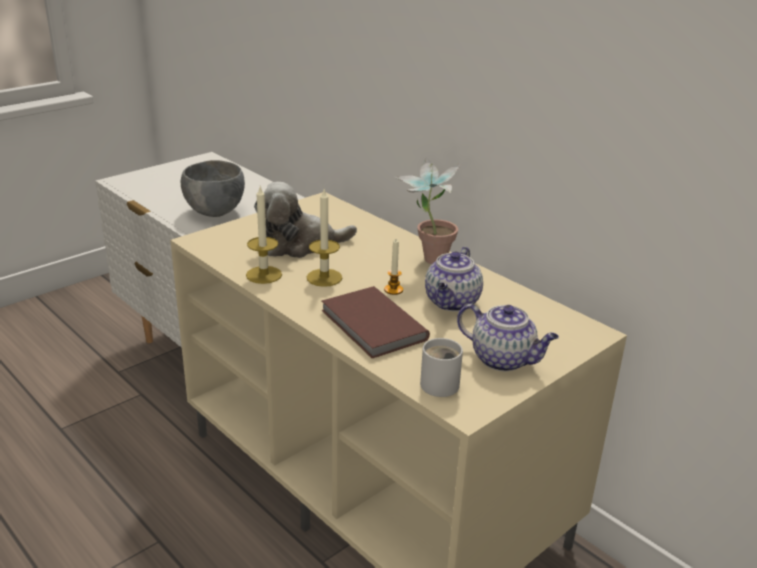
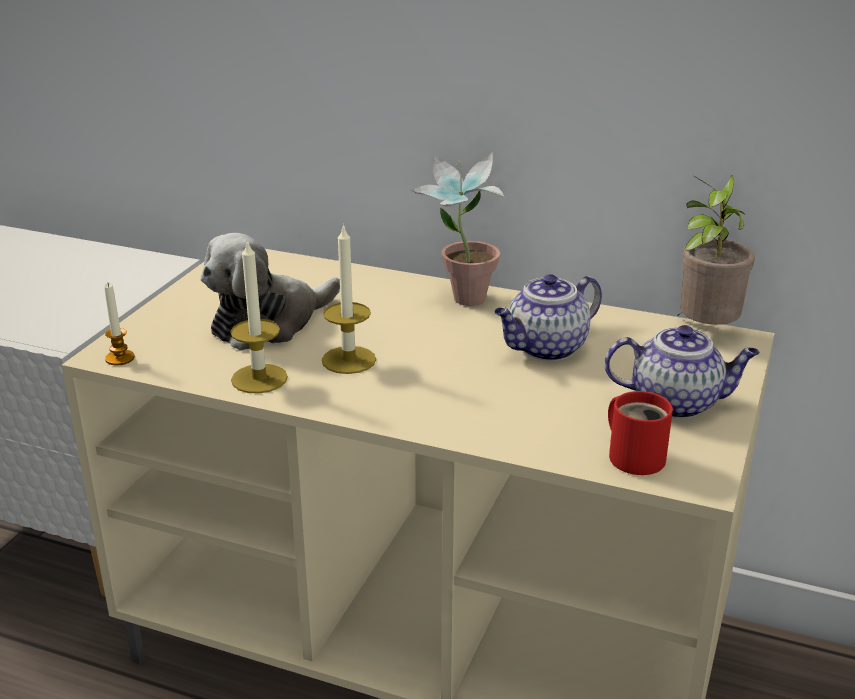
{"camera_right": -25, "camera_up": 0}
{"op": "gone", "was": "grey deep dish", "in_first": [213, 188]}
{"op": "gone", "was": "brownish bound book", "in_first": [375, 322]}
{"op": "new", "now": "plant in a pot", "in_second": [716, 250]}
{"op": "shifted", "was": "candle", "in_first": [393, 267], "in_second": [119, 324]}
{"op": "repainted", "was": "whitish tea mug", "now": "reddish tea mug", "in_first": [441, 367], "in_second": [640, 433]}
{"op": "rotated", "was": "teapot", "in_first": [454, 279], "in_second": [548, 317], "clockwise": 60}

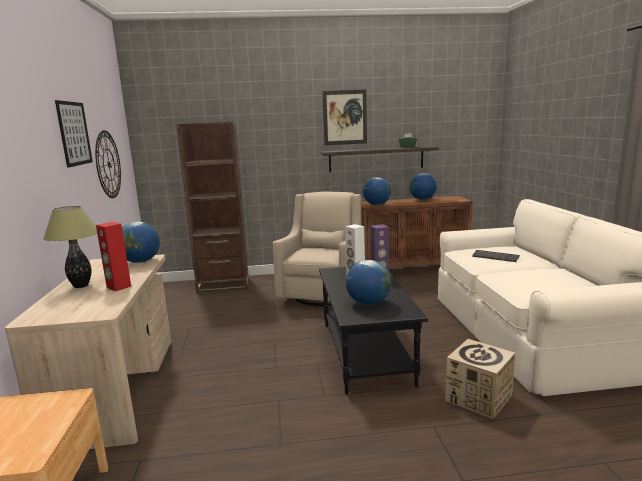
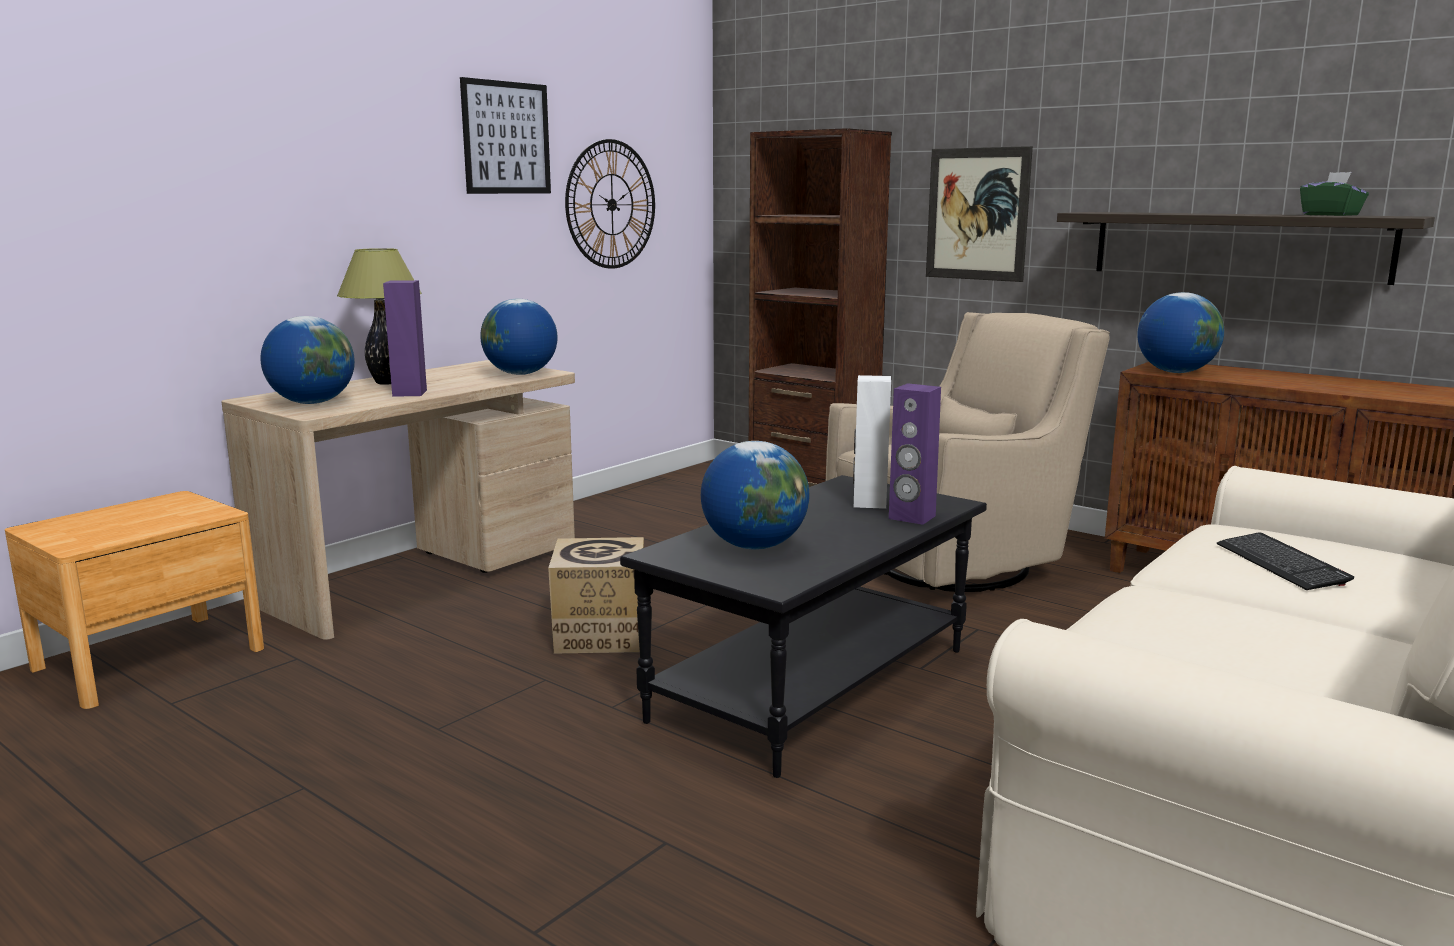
{"camera_right": 45, "camera_up": 0}
{"op": "shifted", "was": "wall art", "in_first": [344, 117], "in_second": [979, 214]}
{"op": "shifted", "was": "globe", "in_first": [423, 186], "in_second": [307, 360]}
{"op": "shifted", "was": "cardboard box", "in_first": [480, 379], "in_second": [596, 595]}
{"op": "repainted", "was": "reddish audio speaker", "now": "purple-coloured audio speaker", "in_first": [113, 257], "in_second": [405, 338]}

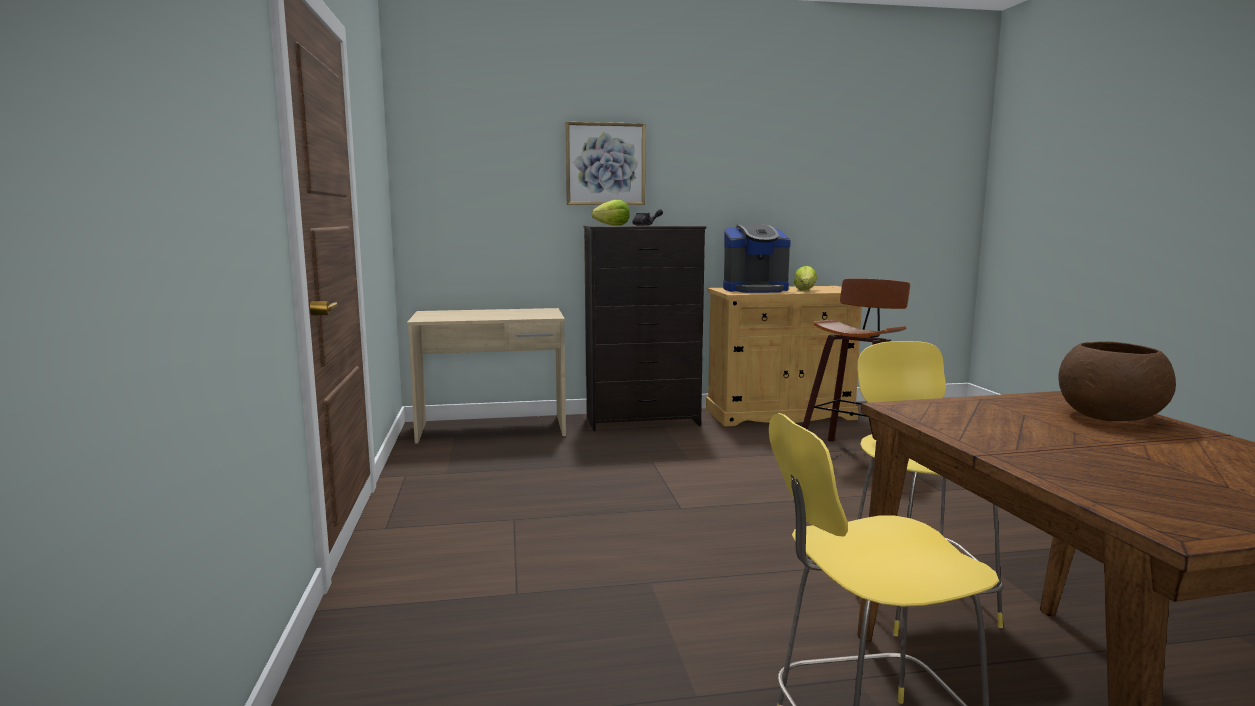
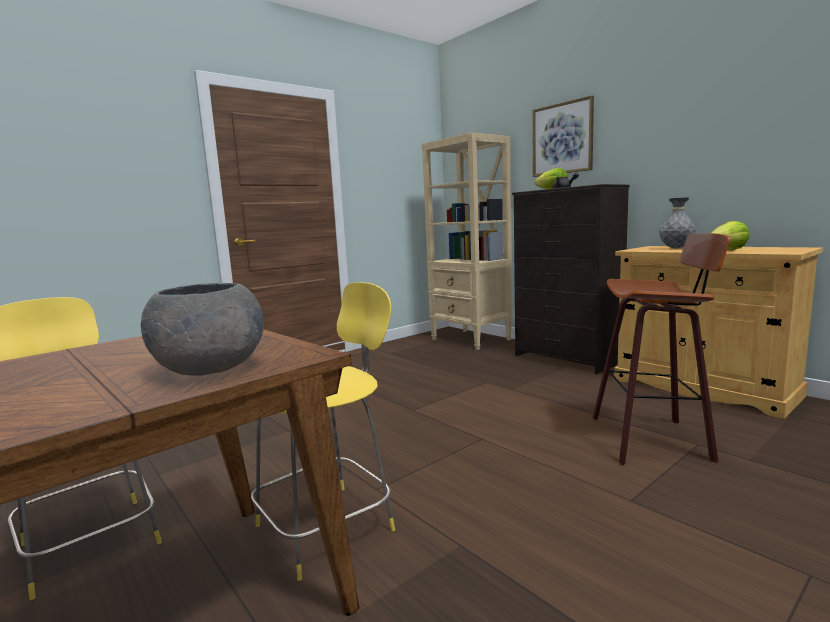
{"camera_right": 60, "camera_up": 0}
{"op": "swapped", "was": "sand-coloured desk table", "now": "sand-coloured bookshelf", "in_first": [486, 376], "in_second": [467, 241]}
{"op": "swapped", "was": "coffee machine", "now": "grey vase", "in_first": [757, 259], "in_second": [677, 223]}
{"op": "repainted", "was": "brownish deep dish", "now": "grey deep dish", "in_first": [1117, 381], "in_second": [202, 329]}

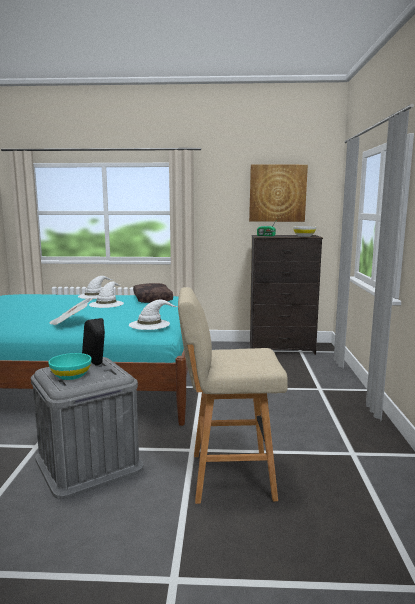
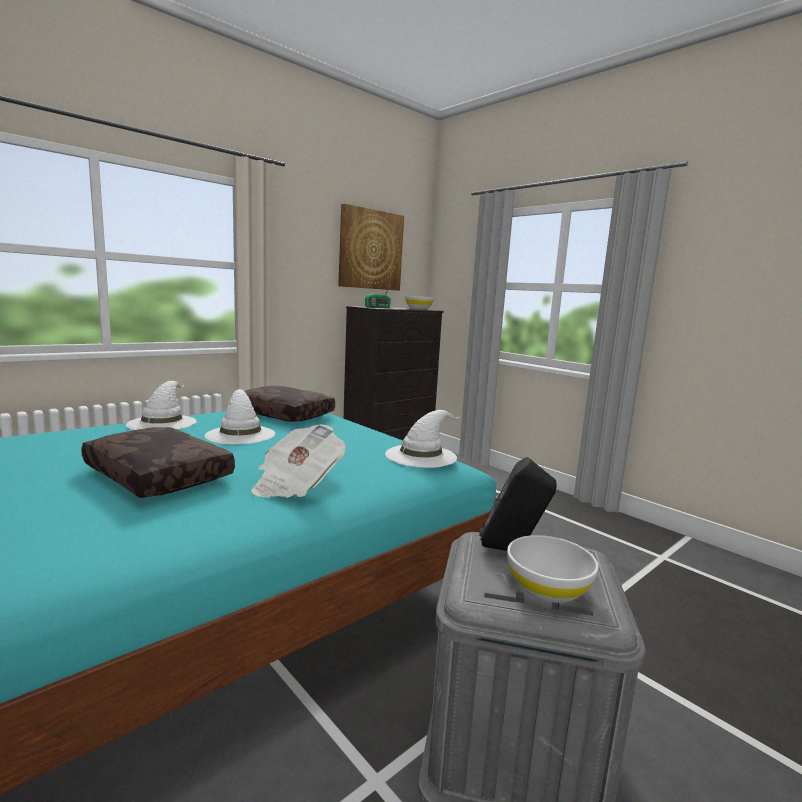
{"camera_right": -45, "camera_up": 0}
{"op": "gone", "was": "sand-coloured stool", "in_first": [233, 395]}
{"op": "new", "now": "brownish throw pillow", "in_second": [158, 462]}
{"op": "repainted", "was": "blue-green deep dish", "now": "whitish deep dish", "in_first": [69, 366], "in_second": [553, 569]}

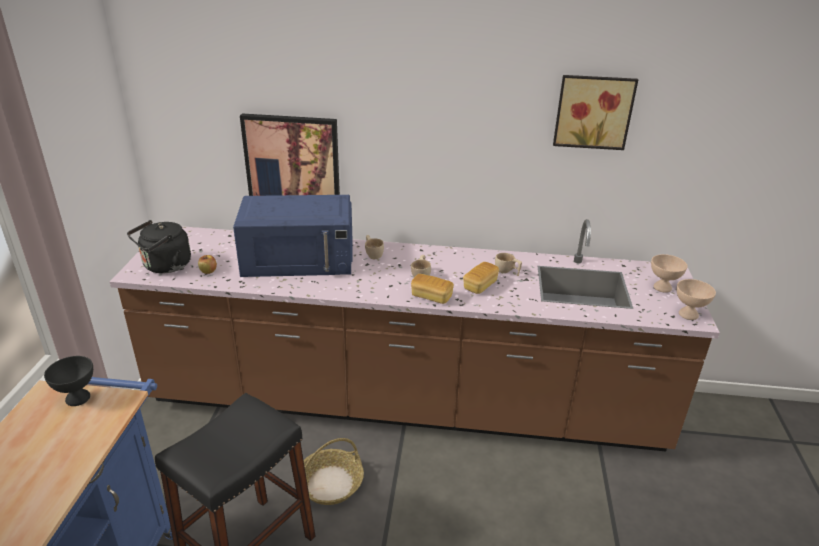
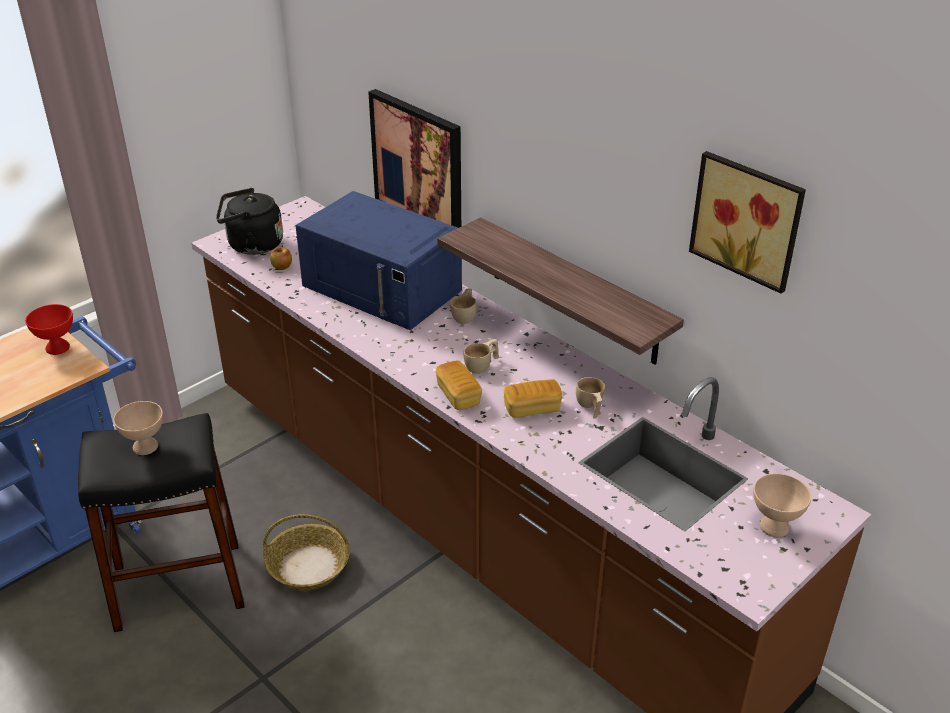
{"camera_right": 40, "camera_up": 5}
{"op": "new", "now": "bracket shelf", "in_second": [560, 290]}
{"op": "shifted", "was": "sand-coloured deep dish", "in_first": [696, 299], "in_second": [138, 428]}
{"op": "repainted", "was": "black-coloured deep dish", "now": "reddish deep dish", "in_first": [68, 381], "in_second": [49, 329]}

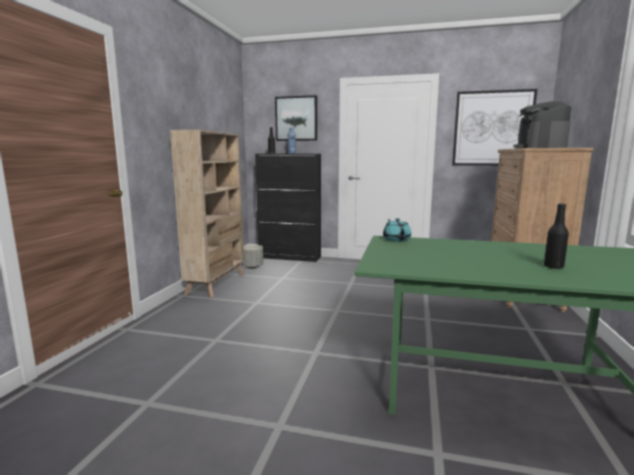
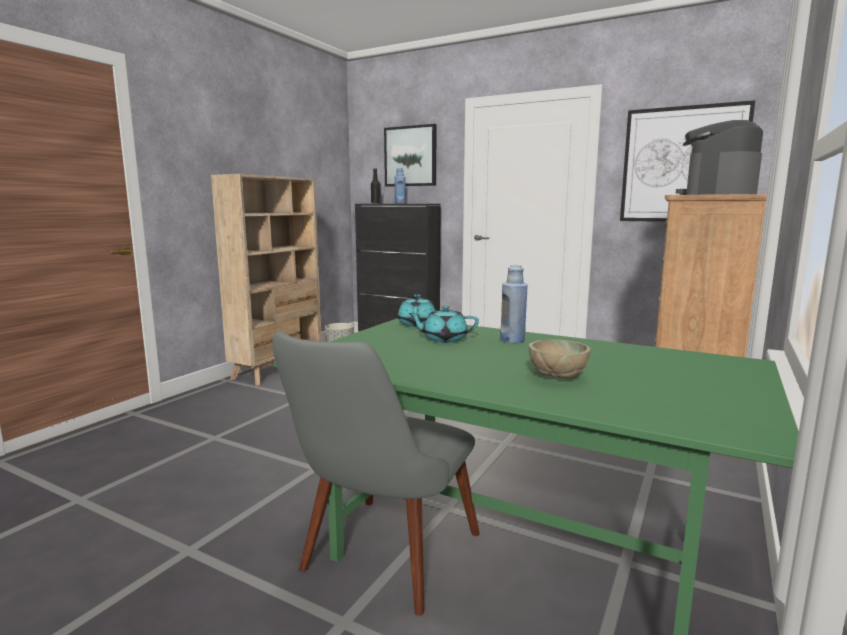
{"camera_right": 15, "camera_up": 0}
{"op": "new", "now": "grey chair", "in_second": [376, 473]}
{"op": "new", "now": "blue-green teapot", "in_second": [443, 324]}
{"op": "new", "now": "blue-coloured drink bottle", "in_second": [513, 304]}
{"op": "swapped", "was": "black-coloured drink bottle", "now": "sand-coloured deep dish", "in_first": [556, 236], "in_second": [559, 358]}

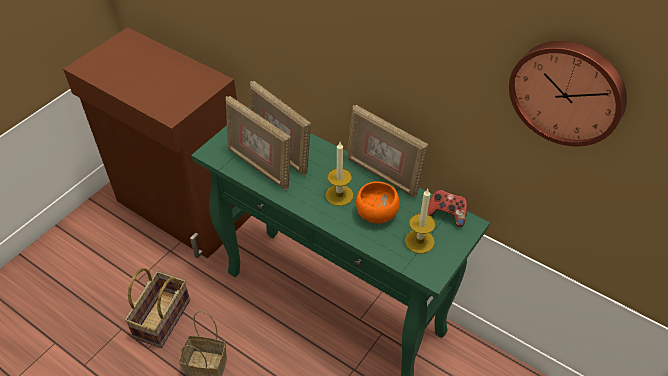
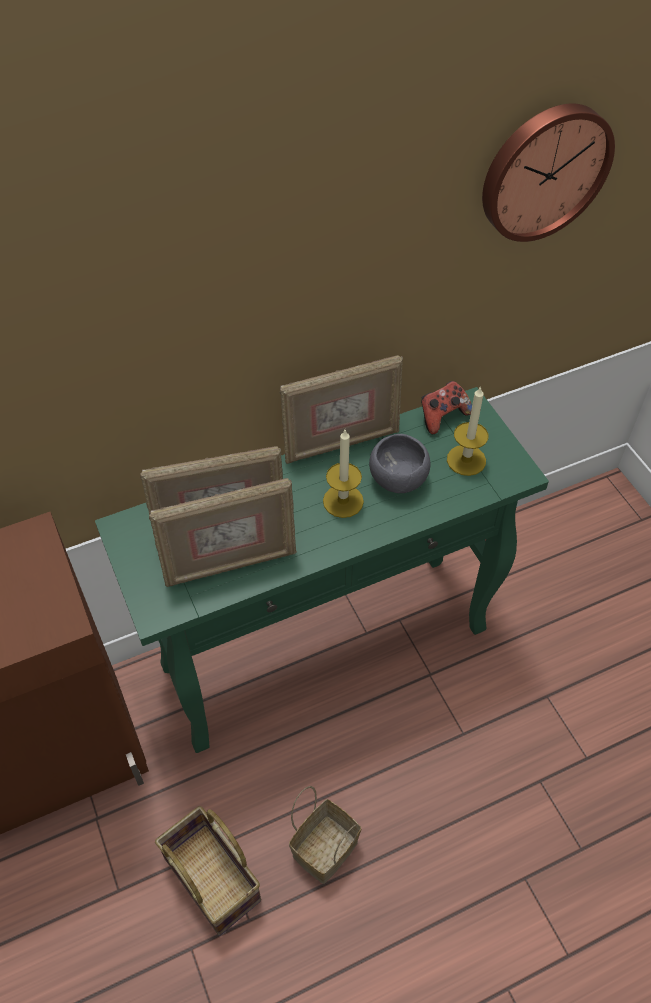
{"camera_right": -60, "camera_up": 5}
{"op": "repainted", "was": "orangey deep dish", "now": "grey deep dish", "in_first": [378, 202], "in_second": [400, 463]}

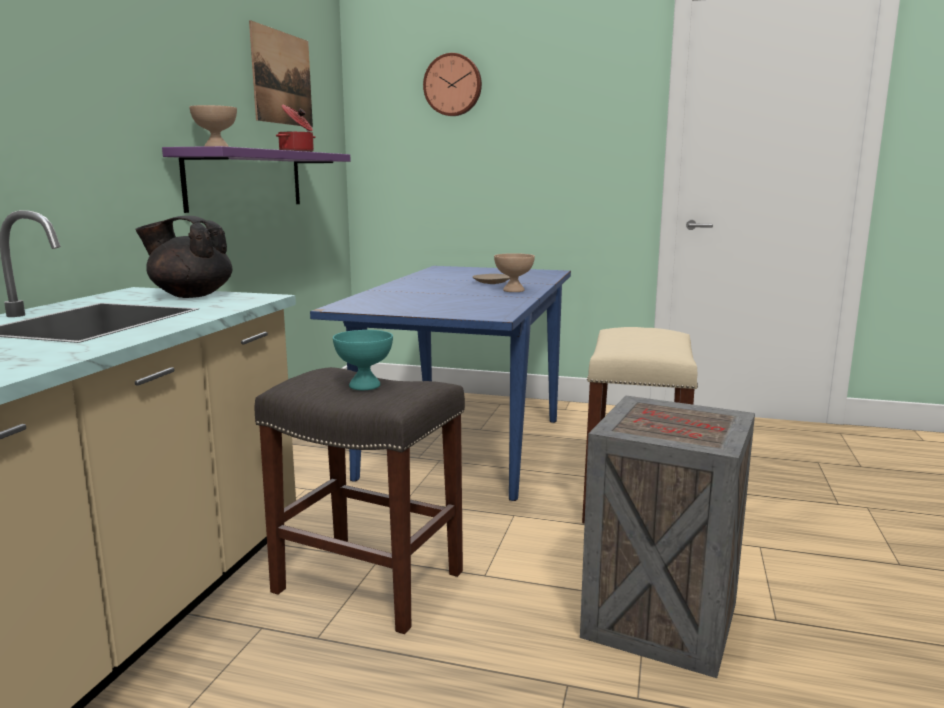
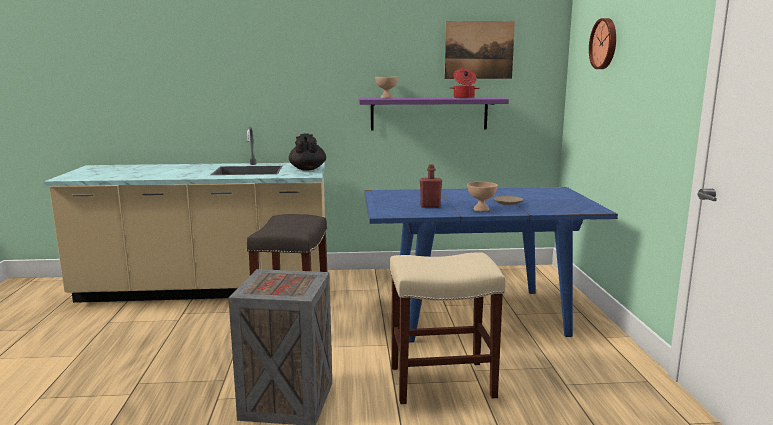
{"camera_right": 70, "camera_up": 0}
{"op": "gone", "was": "blue-green deep dish", "in_first": [363, 360]}
{"op": "new", "now": "reddish drink bottle", "in_second": [431, 186]}

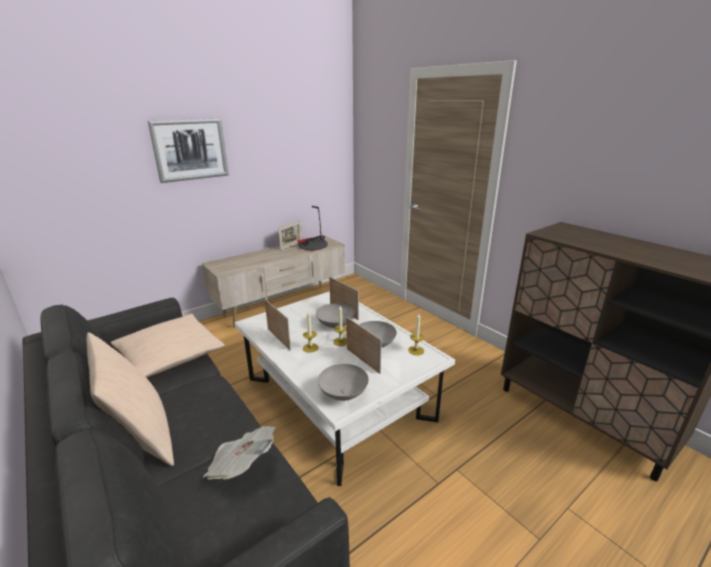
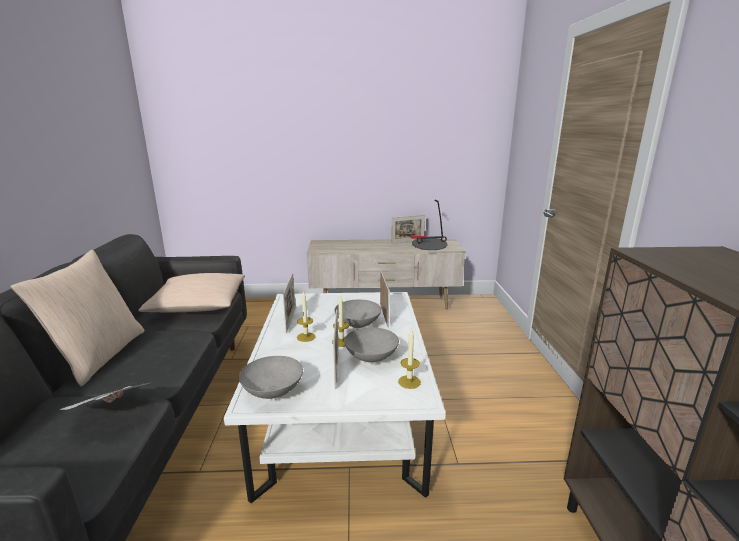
{"camera_right": 35, "camera_up": -5}
{"op": "gone", "was": "wall art", "in_first": [188, 151]}

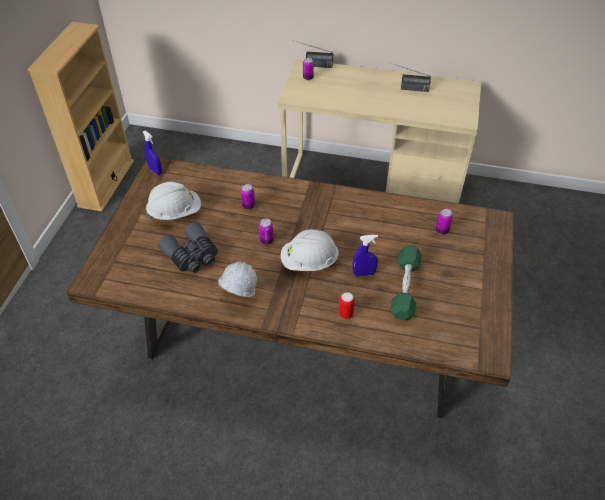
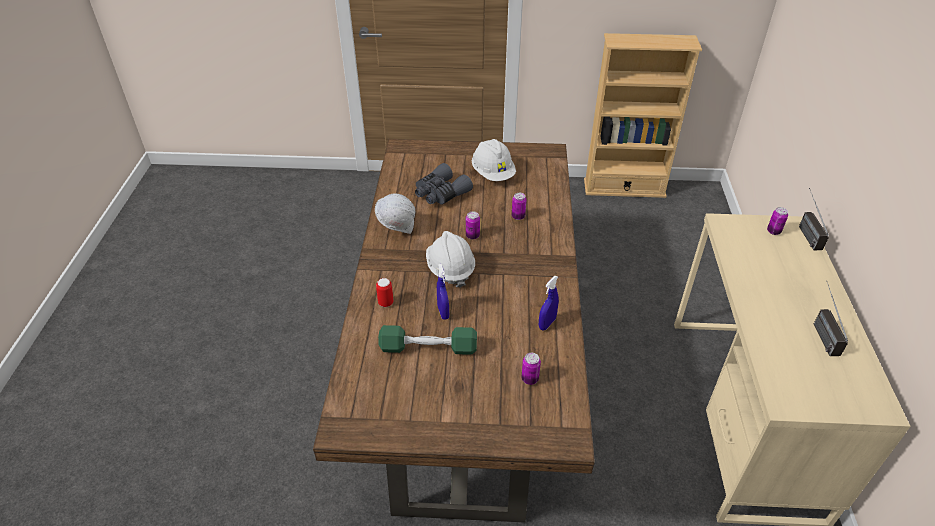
{"camera_right": 80, "camera_up": -5}
{"op": "shifted", "was": "blue-coloured spray bottle", "in_first": [152, 152], "in_second": [549, 303]}

